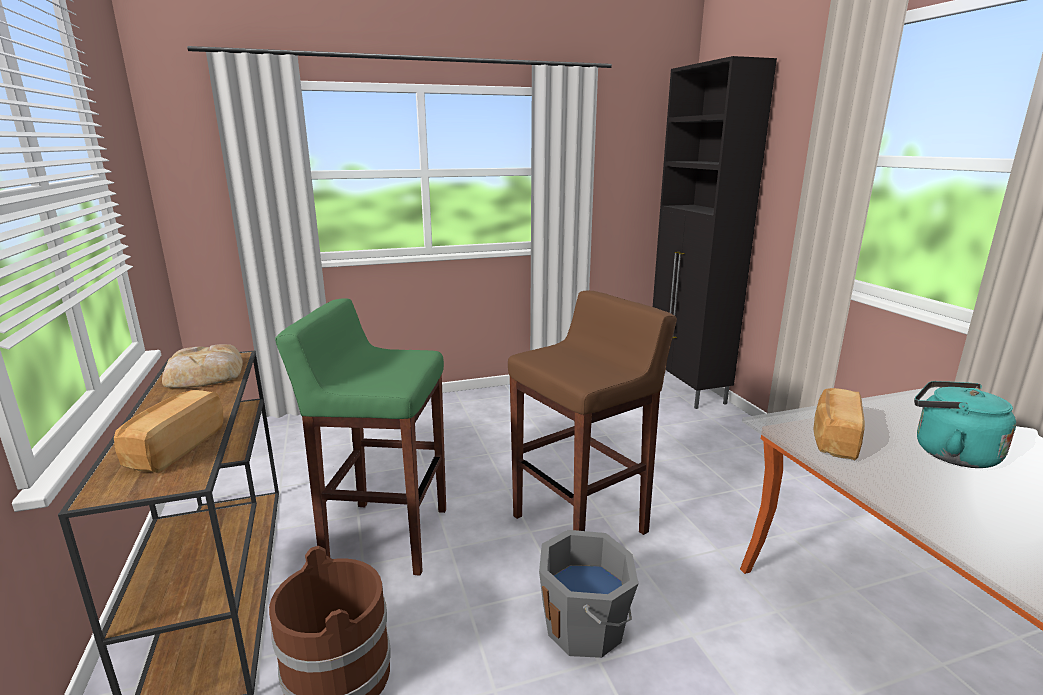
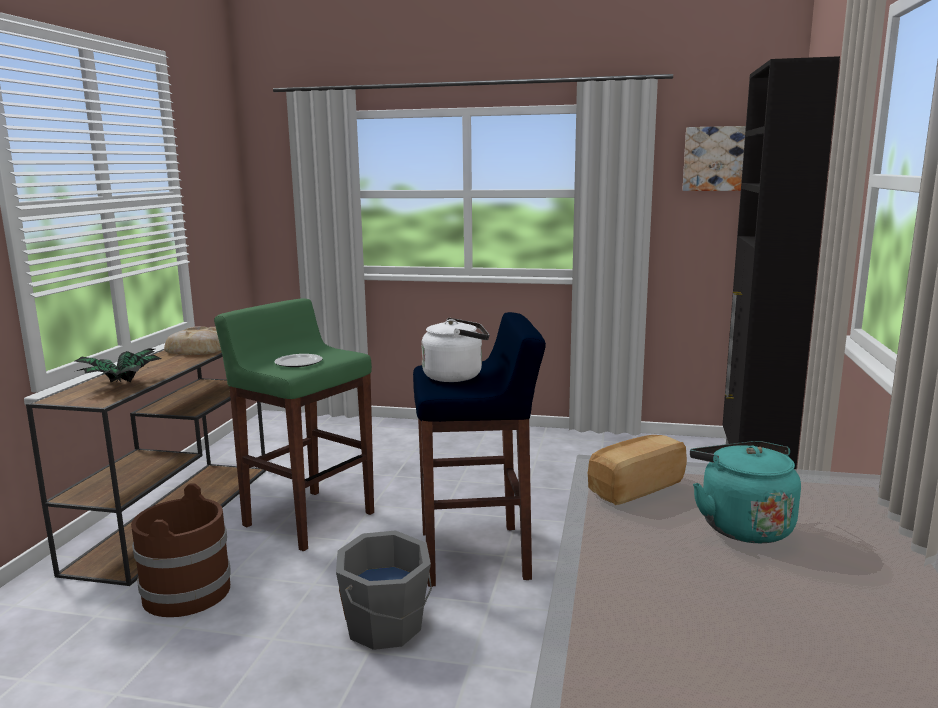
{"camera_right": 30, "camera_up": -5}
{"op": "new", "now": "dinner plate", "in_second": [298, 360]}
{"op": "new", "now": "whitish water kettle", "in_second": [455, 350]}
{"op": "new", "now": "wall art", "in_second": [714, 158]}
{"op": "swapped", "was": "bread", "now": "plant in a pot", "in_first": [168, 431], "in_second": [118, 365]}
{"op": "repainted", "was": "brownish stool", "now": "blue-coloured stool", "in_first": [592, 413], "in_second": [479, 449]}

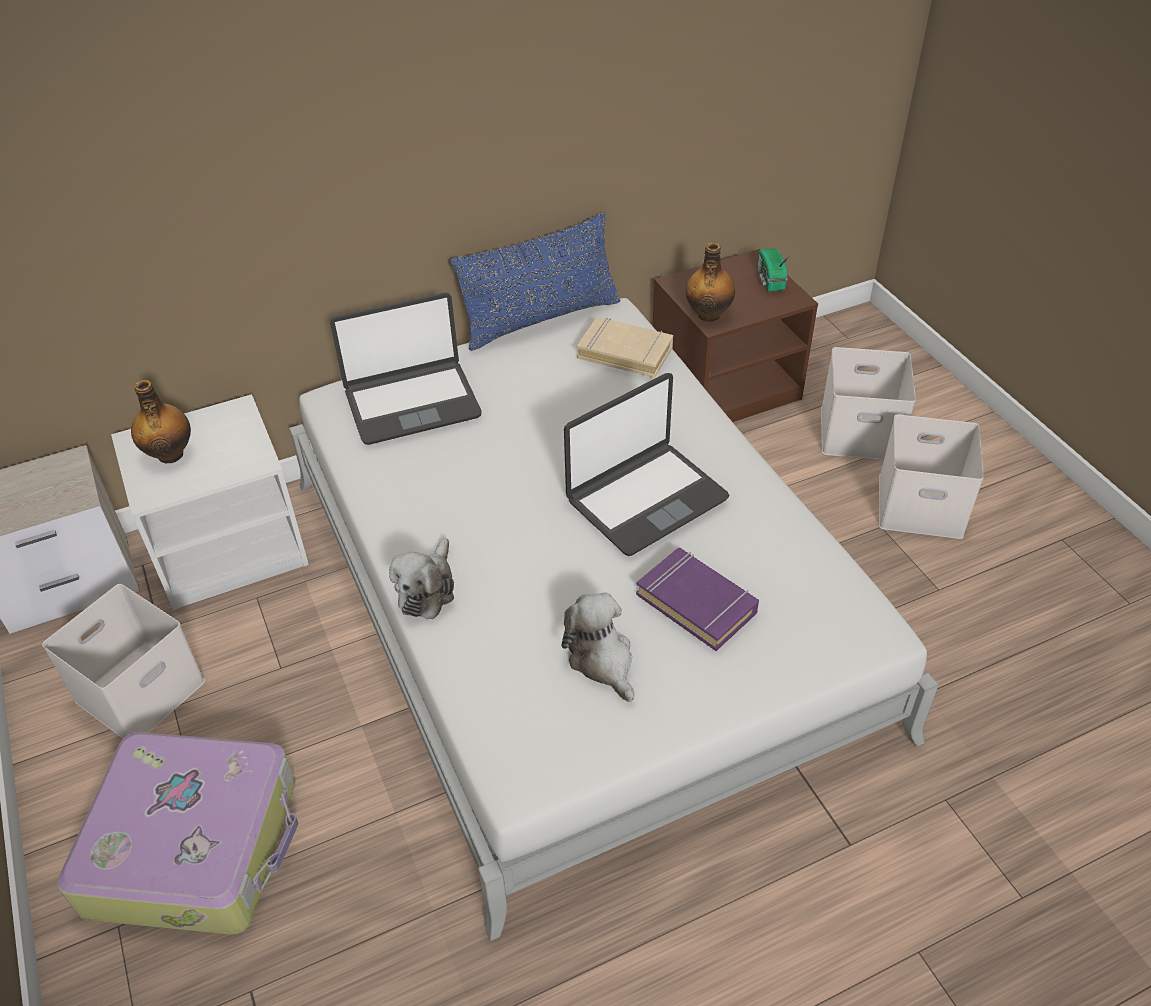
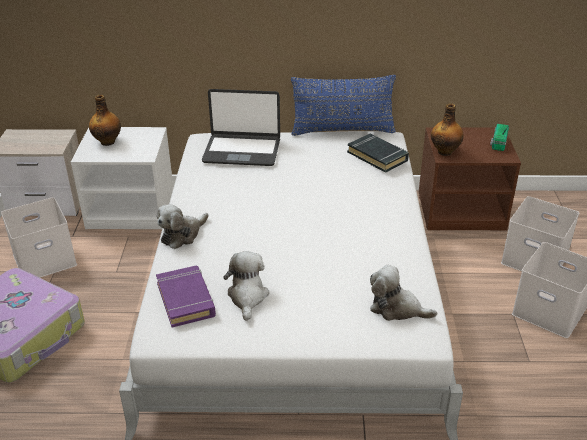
{"camera_right": 25, "camera_up": -10}
{"op": "gone", "was": "portable computer", "in_first": [646, 464]}
{"op": "new", "now": "plush toy", "in_second": [403, 293]}
{"op": "shifted", "was": "purple-coloured bound book", "in_first": [697, 599], "in_second": [186, 296]}
{"op": "repainted", "was": "sand-coloured bound book", "now": "black-coloured bound book", "in_first": [625, 347], "in_second": [378, 153]}

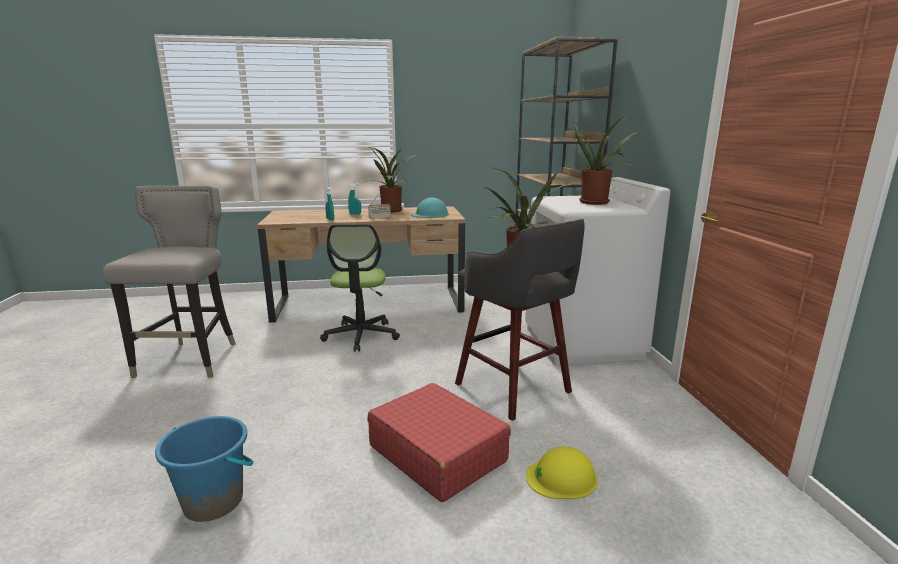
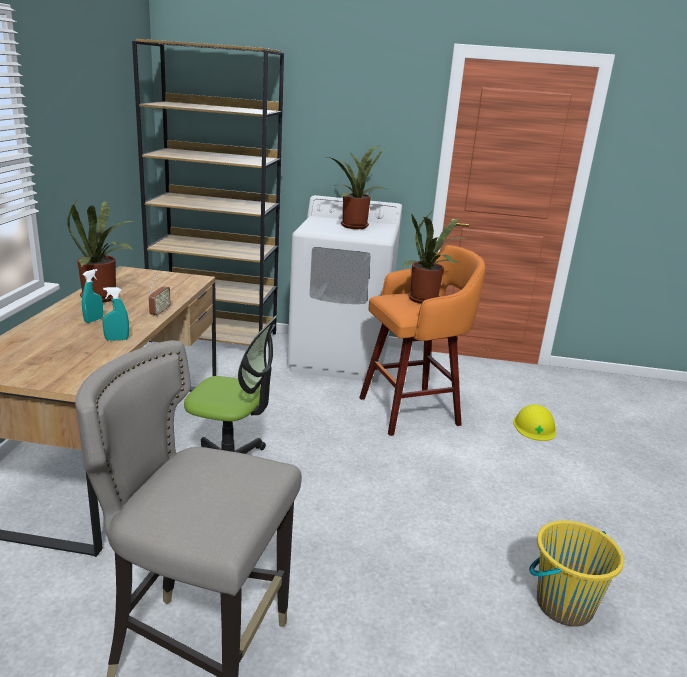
{"camera_right": -75, "camera_up": 5}
{"op": "gone", "was": "reddish piece of luggage", "in_first": [439, 442]}
{"op": "gone", "was": "blue-green hard hat", "in_first": [430, 208]}
{"op": "repainted", "was": "blue-coloured pail", "now": "yellowish pail", "in_first": [204, 469], "in_second": [576, 573]}
{"op": "repainted", "was": "grey stool", "now": "orangey stool", "in_first": [520, 320], "in_second": [422, 340]}

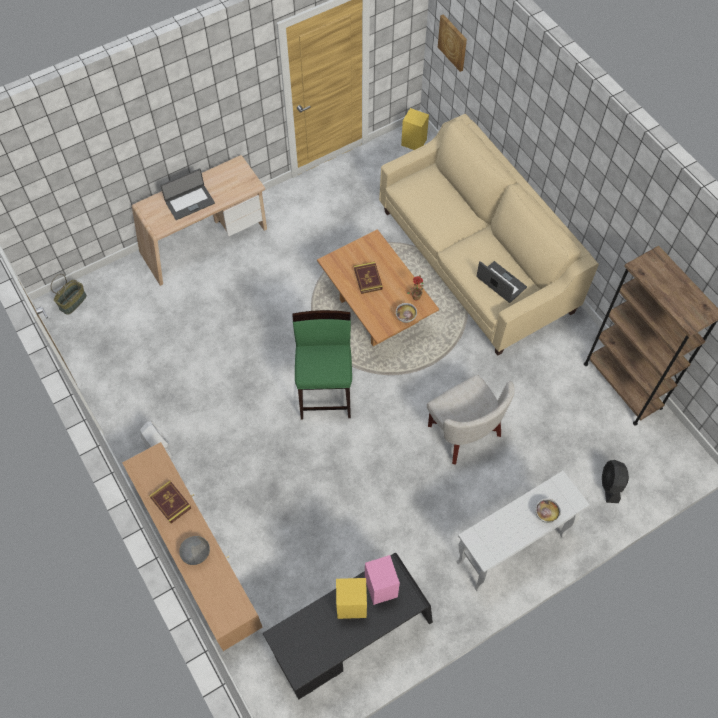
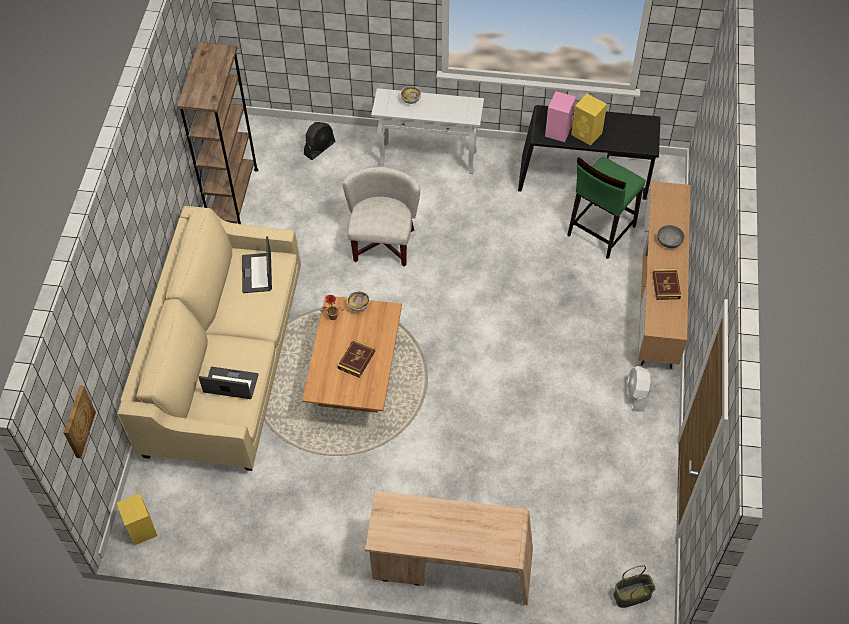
{"camera_right": -140, "camera_up": -5}
{"op": "shifted", "was": "portable computer", "in_first": [187, 194], "in_second": [229, 383]}
{"op": "shifted", "was": "green-coloured stool", "in_first": [322, 364], "in_second": [606, 208]}

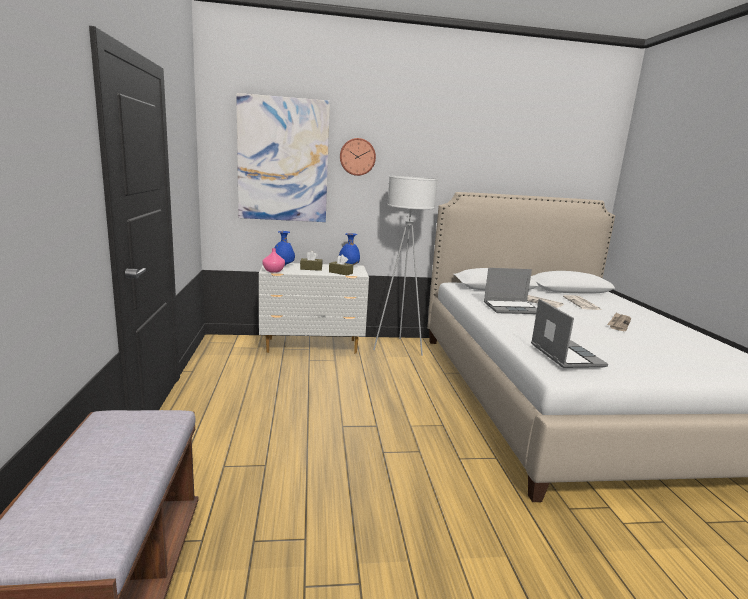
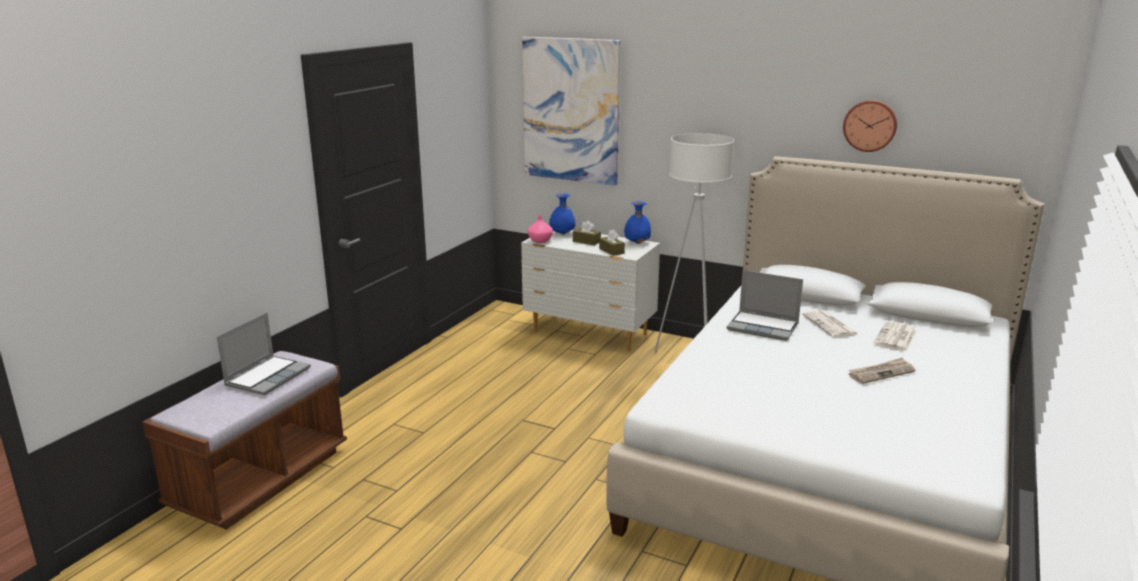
{"camera_right": 35, "camera_up": 5}
{"op": "shifted", "was": "hanging clock", "in_first": [358, 157], "in_second": [870, 126]}
{"op": "shifted", "was": "portable computer", "in_first": [569, 333], "in_second": [264, 353]}

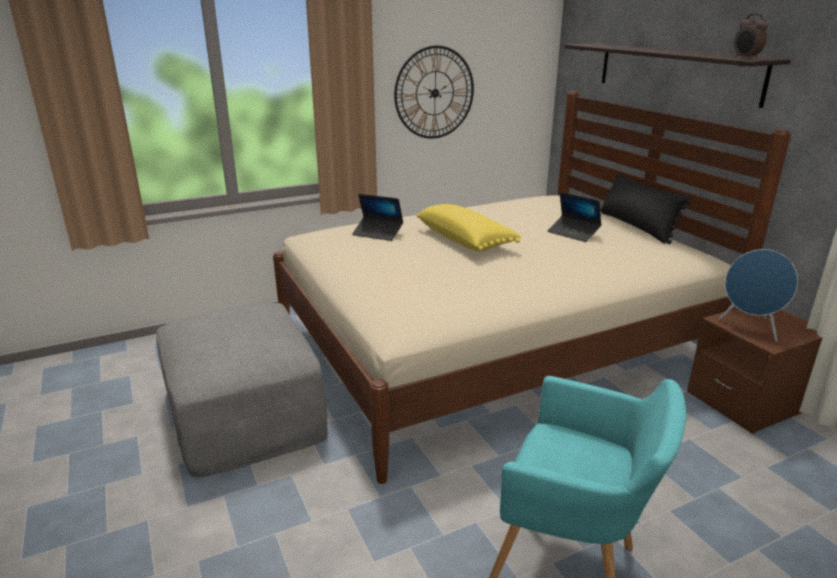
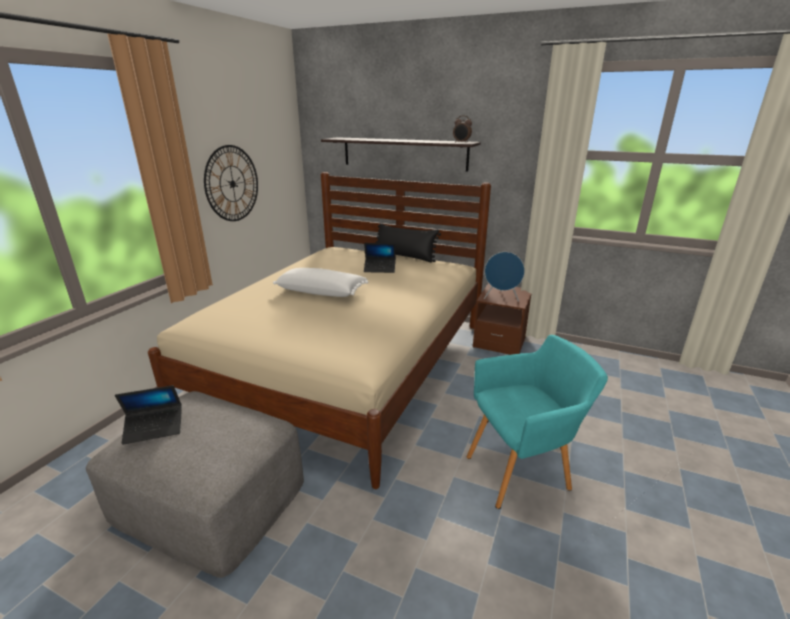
{"camera_right": -40, "camera_up": 0}
{"op": "shifted", "was": "portable computer", "in_first": [377, 217], "in_second": [148, 415]}
{"op": "repainted", "was": "yellowish throw pillow", "now": "whitish throw pillow", "in_first": [469, 227], "in_second": [320, 282]}

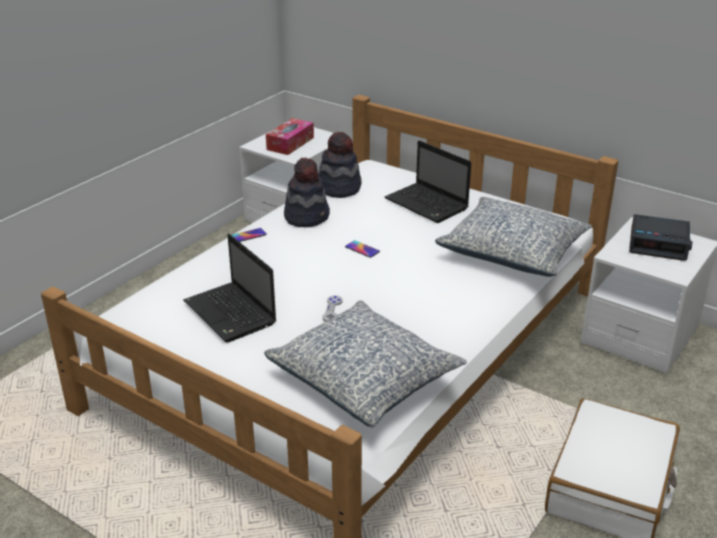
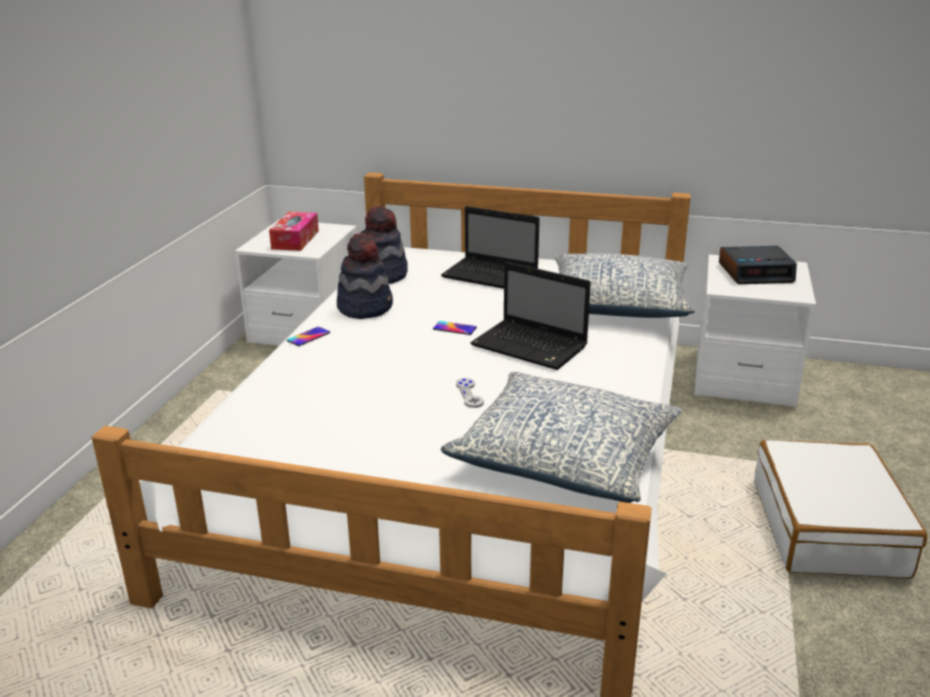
{"camera_right": -20, "camera_up": -5}
{"op": "shifted", "was": "portable computer", "in_first": [229, 288], "in_second": [530, 316]}

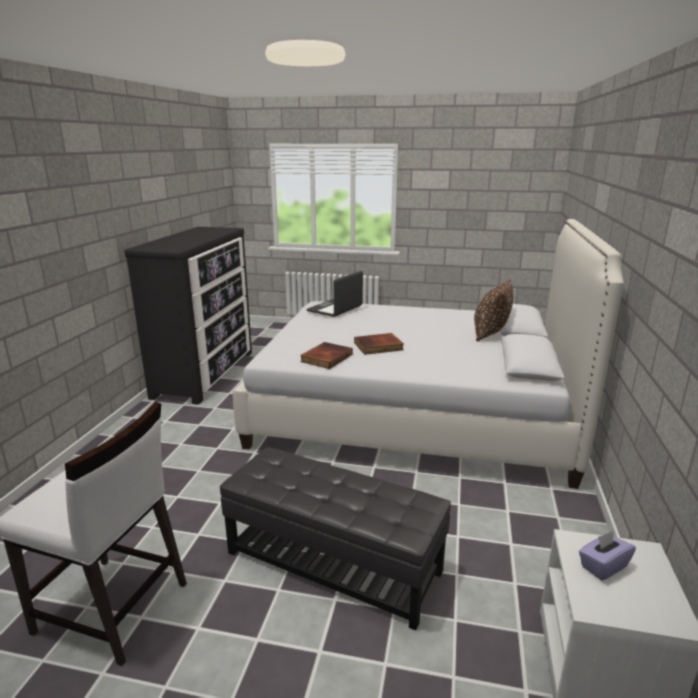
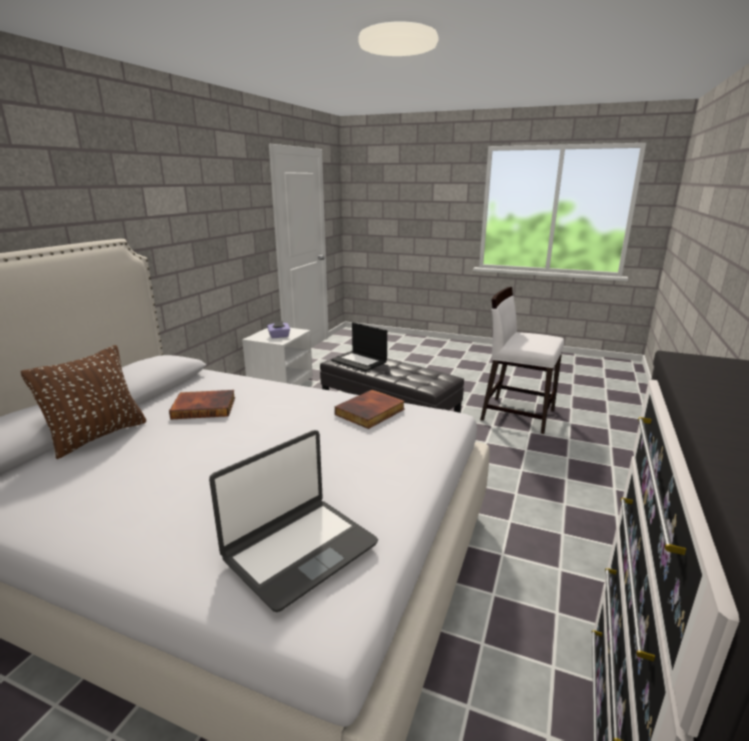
{"camera_right": -170, "camera_up": 0}
{"op": "new", "now": "portable computer", "in_second": [359, 346]}
{"op": "shifted", "was": "bound book", "in_first": [379, 344], "in_second": [202, 405]}

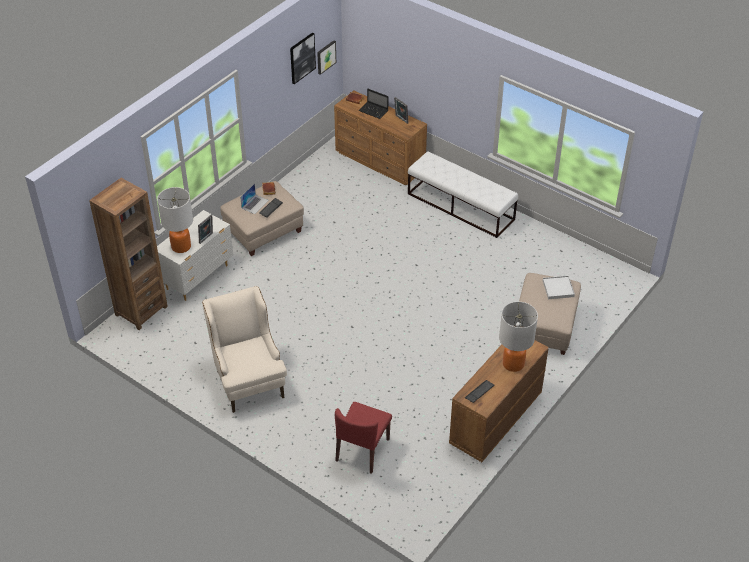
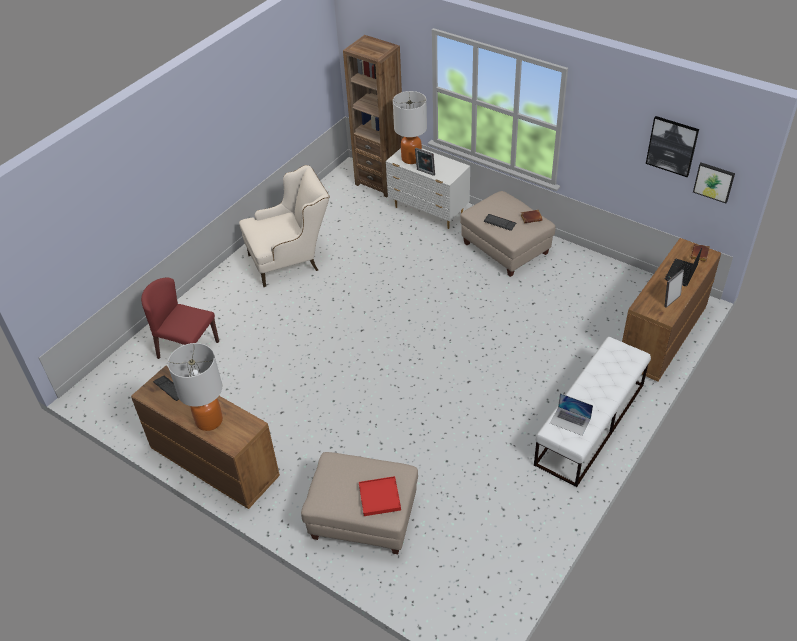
{"camera_right": 90, "camera_up": 0}
{"op": "shifted", "was": "portable computer", "in_first": [254, 198], "in_second": [571, 414]}
{"op": "repainted", "was": "whitish tray", "now": "reddish tray", "in_first": [559, 287], "in_second": [380, 496]}

